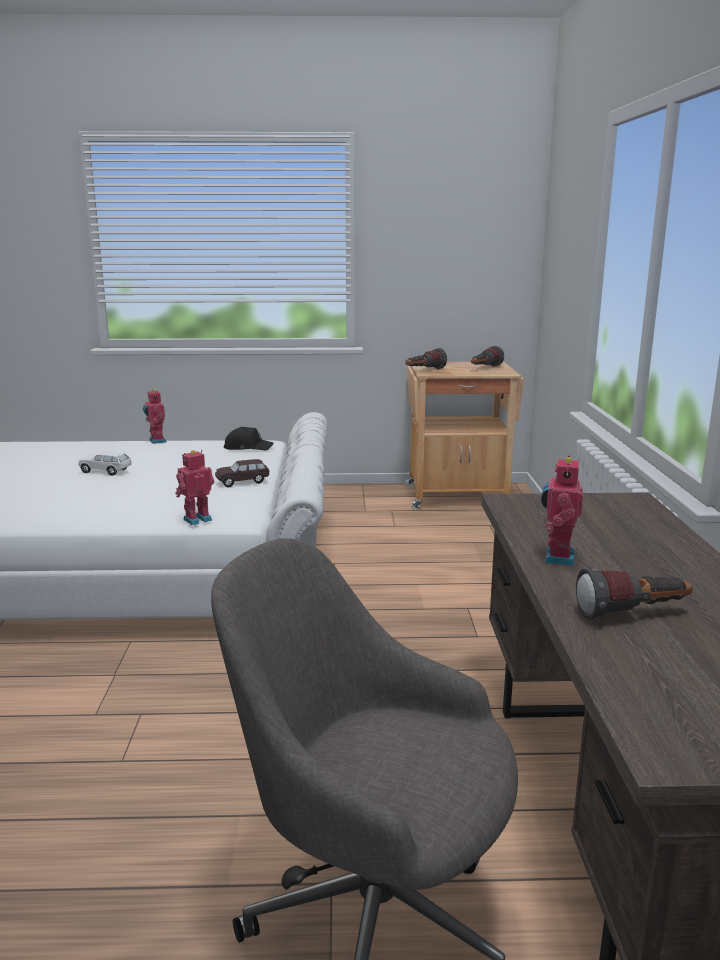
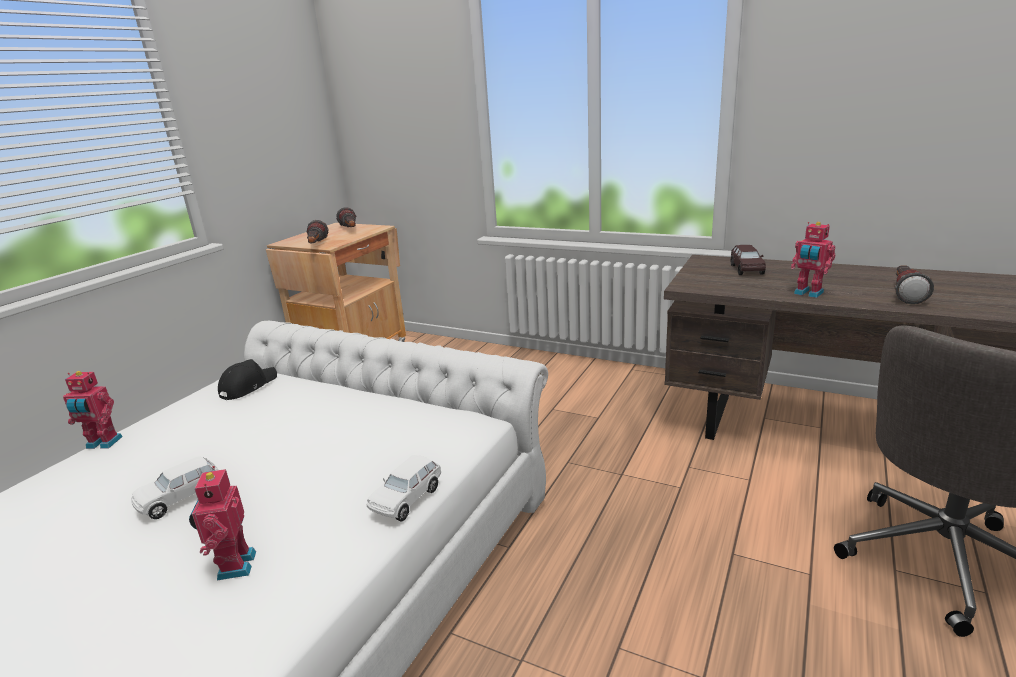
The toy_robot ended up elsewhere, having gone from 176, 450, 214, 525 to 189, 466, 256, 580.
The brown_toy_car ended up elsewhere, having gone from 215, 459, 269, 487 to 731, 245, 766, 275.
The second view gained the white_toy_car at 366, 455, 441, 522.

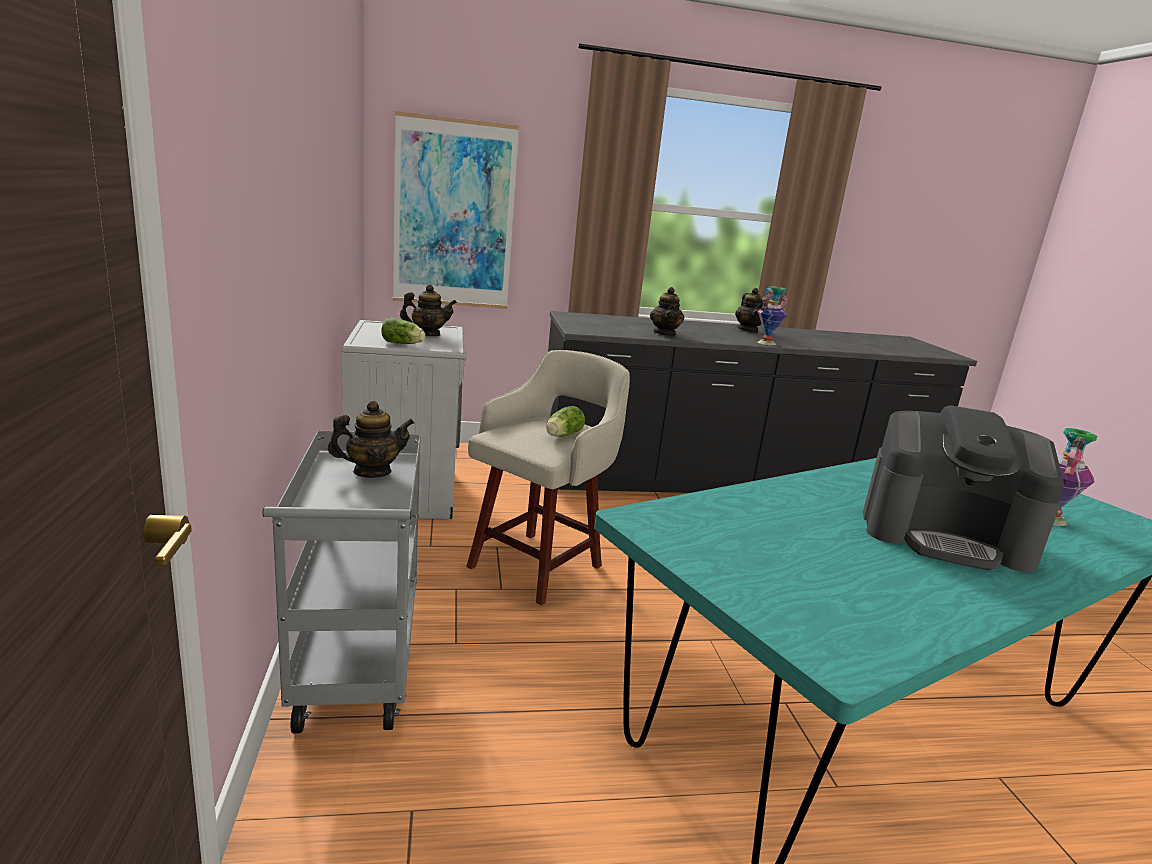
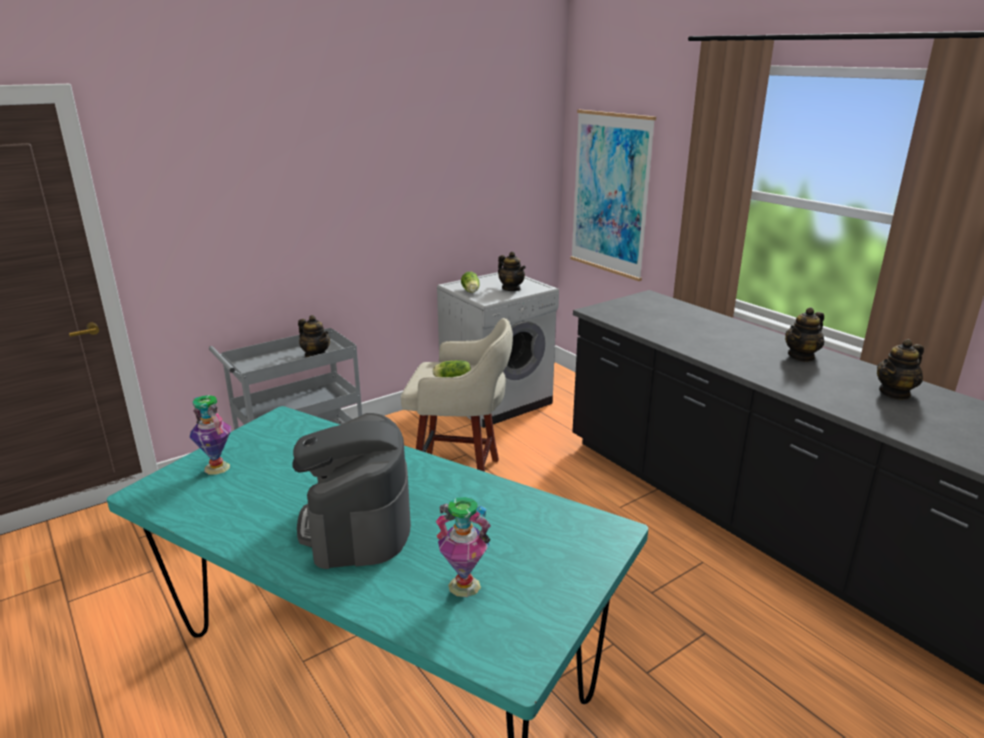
The teapot ended up elsewhere, having gone from 650, 287, 684, 336 to 877, 339, 924, 400.
The vase ended up elsewhere, having gone from 758, 286, 788, 345 to 189, 395, 231, 475.

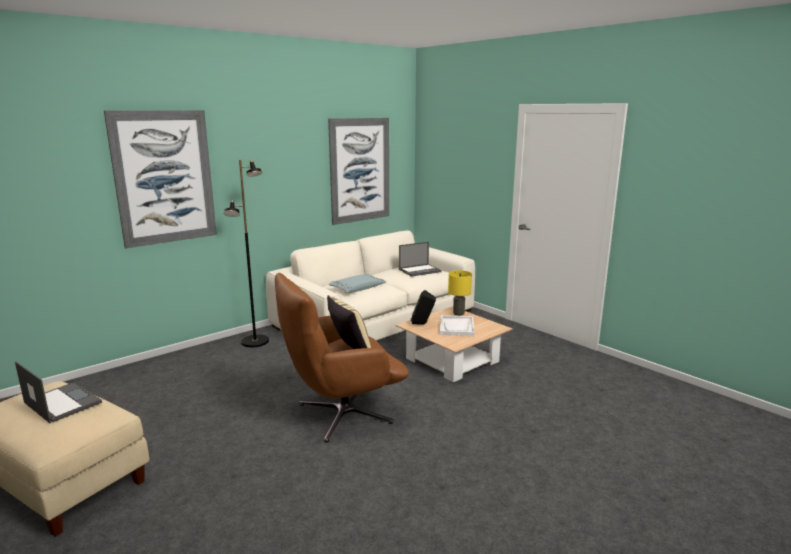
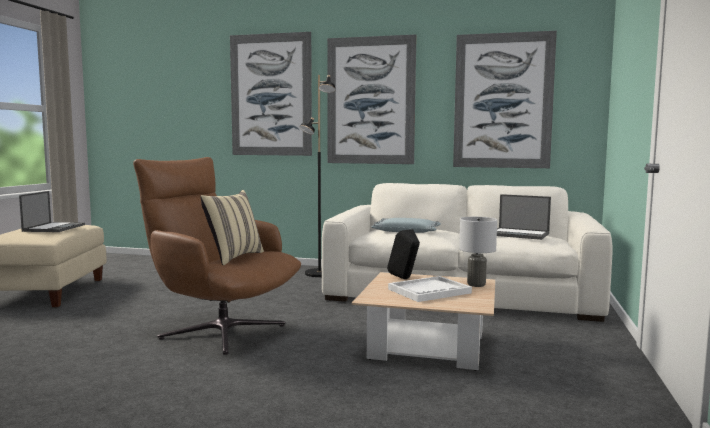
What was the yellow_table_lamp at 448, 270, 472, 316 turned into the white_table_lamp at 459, 217, 497, 287.
The second view gained the picture at 327, 34, 416, 164.

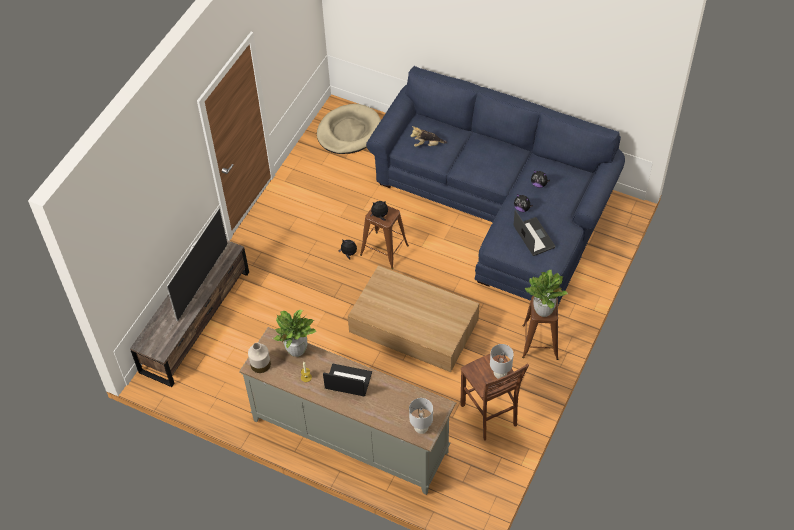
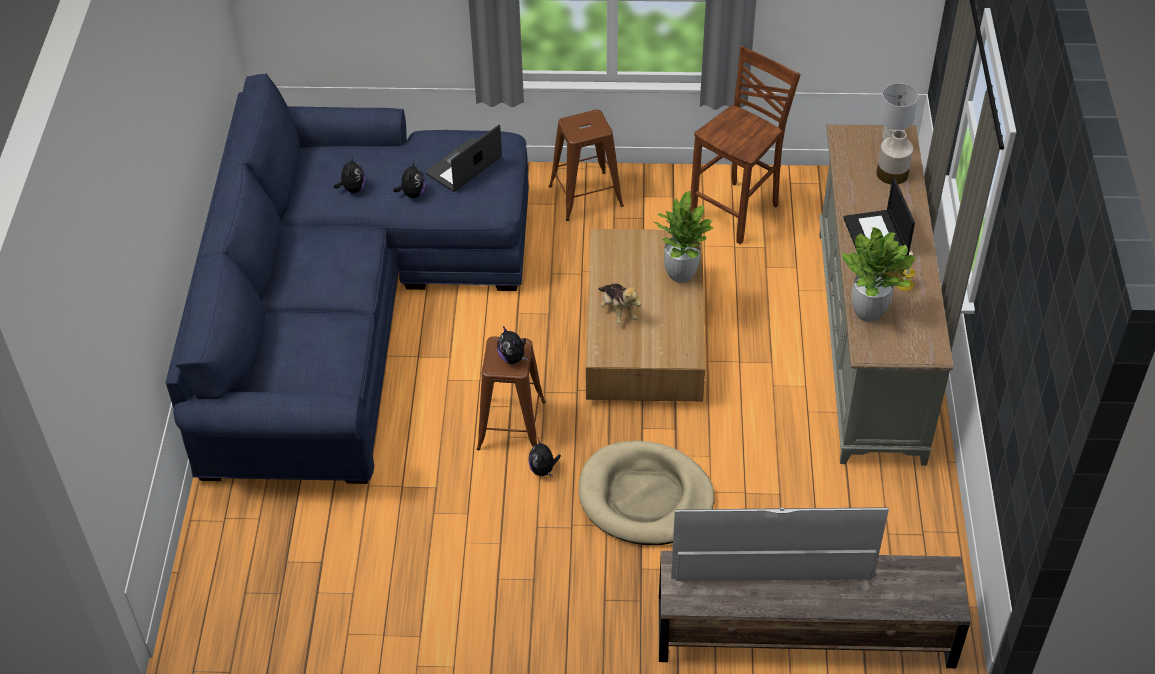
The beige_vase ended up elsewhere, having gone from 248, 343, 271, 373 to 876, 130, 913, 184.
The beige_dog_bed ended up elsewhere, having gone from 317, 104, 381, 154 to 579, 441, 714, 545.
The plush_toy ended up elsewhere, having gone from 410, 126, 447, 147 to 598, 283, 641, 324.
The second view lost the grey_table_lamp at 490, 344, 514, 379.
The potted_plant ended up elsewhere, having gone from 525, 270, 568, 317 to 650, 191, 713, 283.

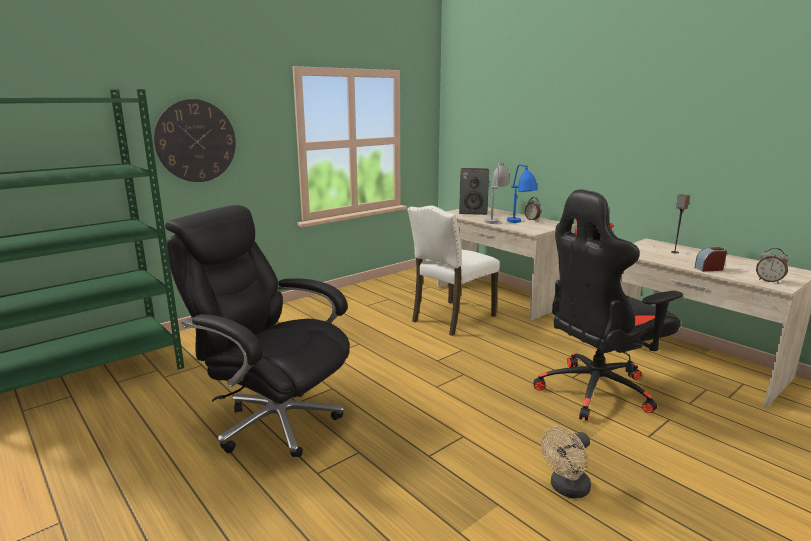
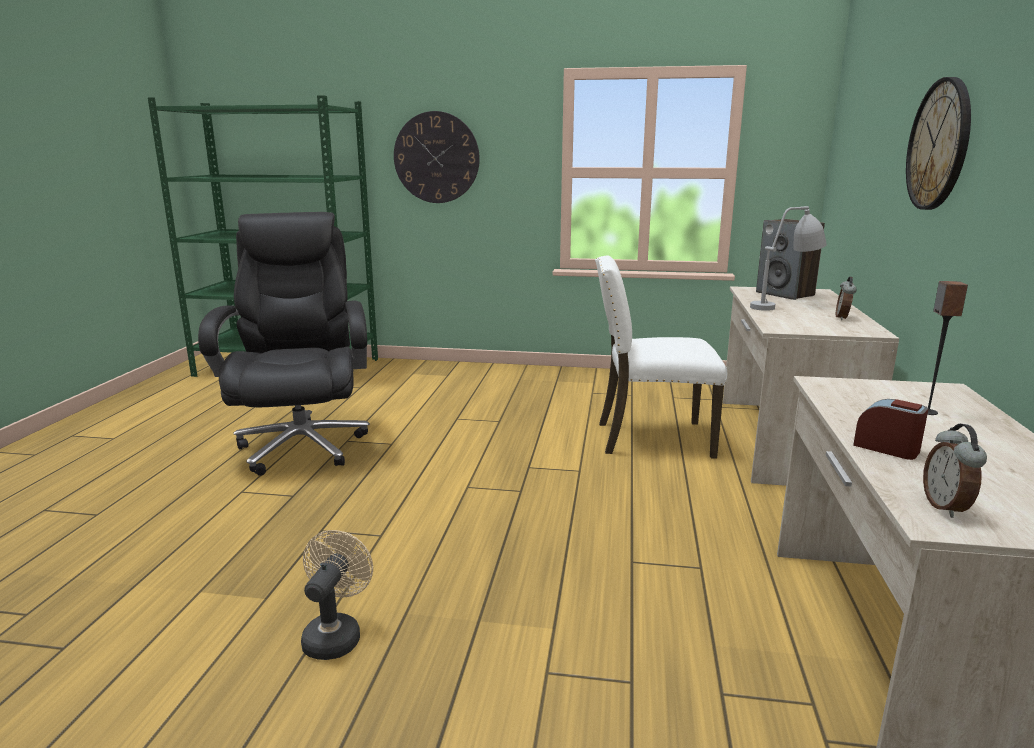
The second view lost the blue_table_lamp at 507, 164, 538, 223.
The second view lost the black_office_chair at 533, 189, 683, 421.
The beige_fan at 541, 426, 591, 498 ended up facing another way, 90 degrees clockwise from before.
The second view gained the wall_clock at 906, 77, 971, 210.

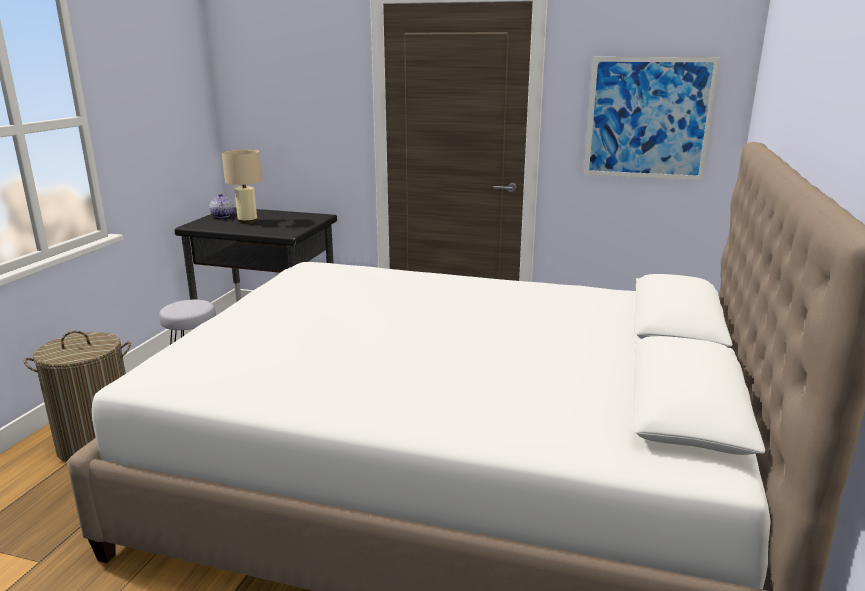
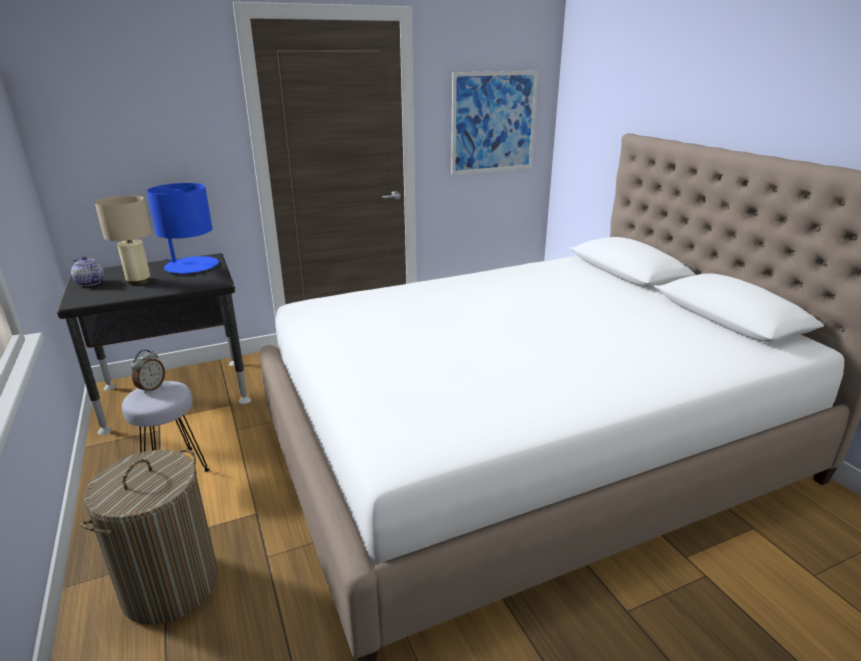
The second view gained the alarm_clock at 131, 350, 165, 394.
The second view gained the blue_table_lamp at 147, 183, 219, 275.

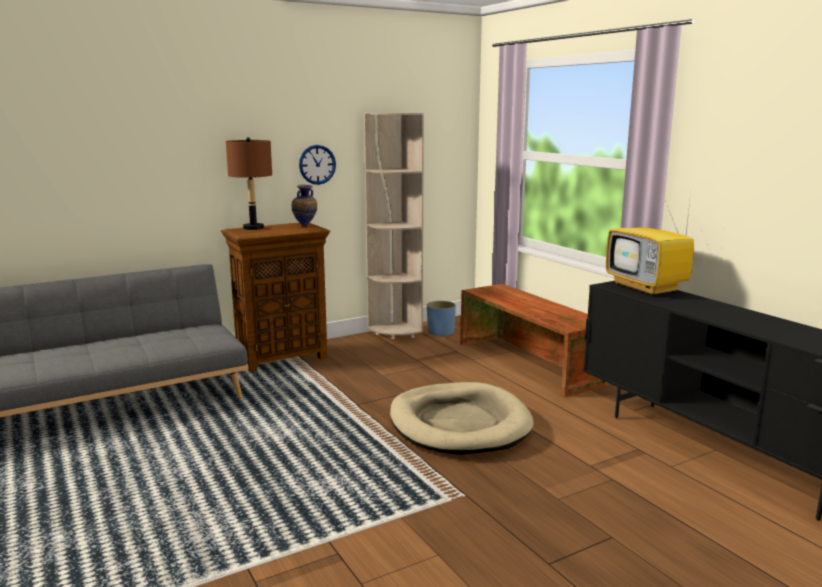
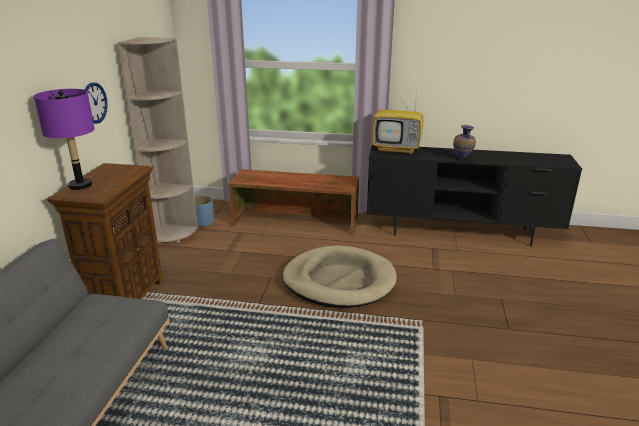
What was the brown_table_lamp at 226, 137, 272, 230 turned into the purple_table_lamp at 34, 89, 95, 190.
The vase ended up elsewhere, having gone from 292, 184, 317, 226 to 453, 125, 476, 159.

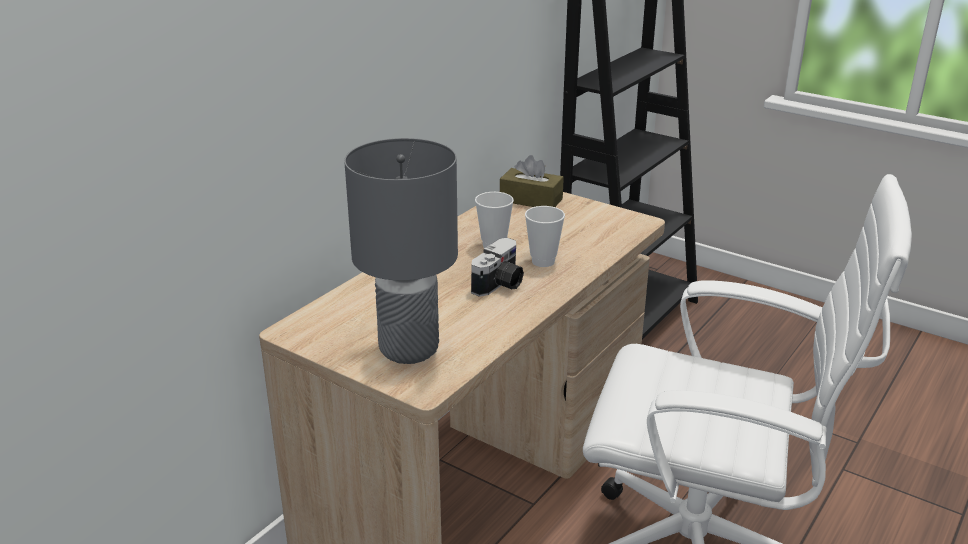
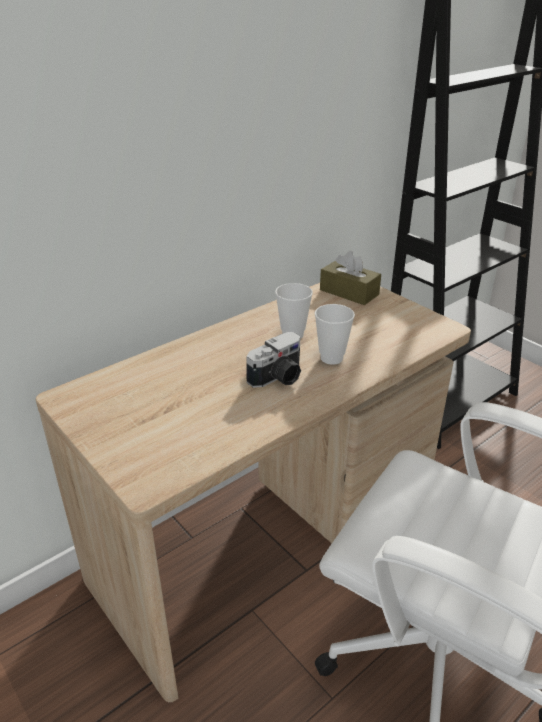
The second view lost the grey_table_lamp at 344, 138, 458, 364.

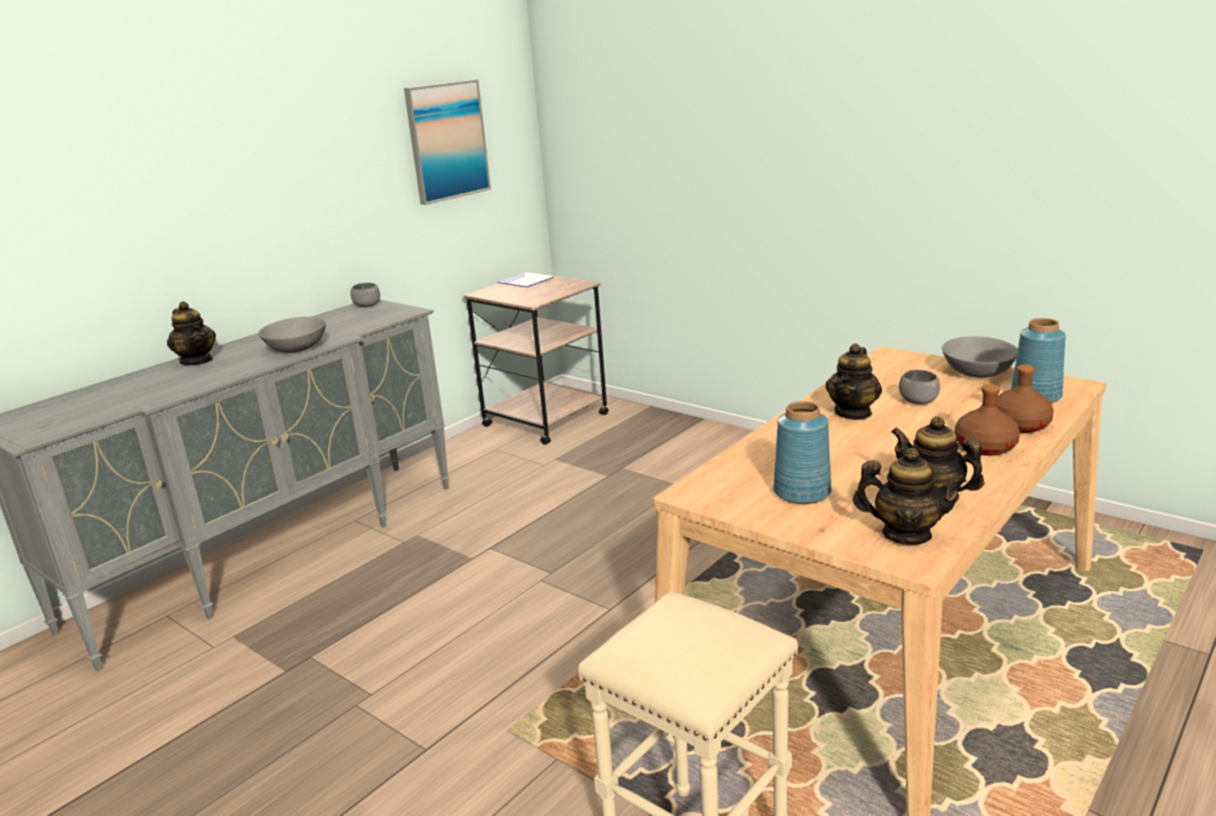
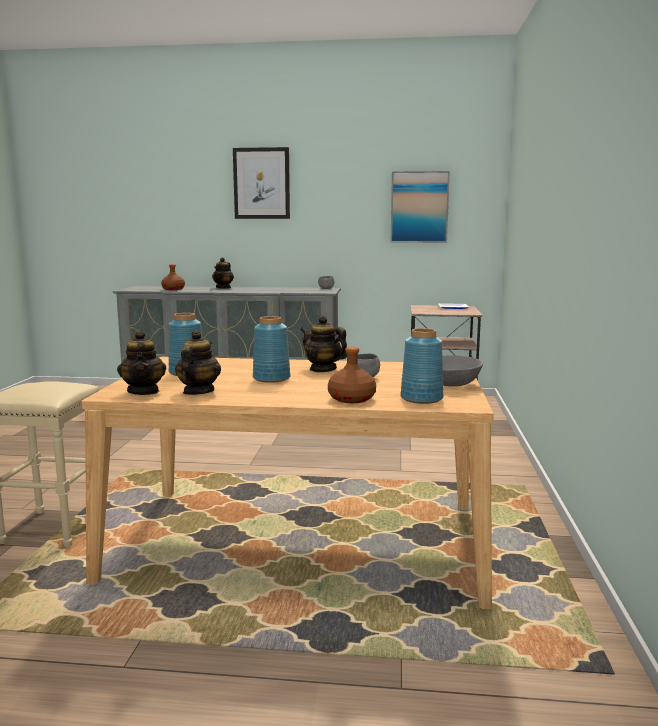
The second view lost the grey_bowl at 258, 317, 326, 353.
The teapot at 826, 343, 882, 420 ended up facing another way, 45 degrees clockwise from before.
The brown_bottle ended up elsewhere, having gone from 955, 384, 1020, 456 to 161, 264, 185, 290.
The second view gained the picture at 233, 147, 290, 219.
The second view gained the blue_vase at 253, 316, 290, 383.

